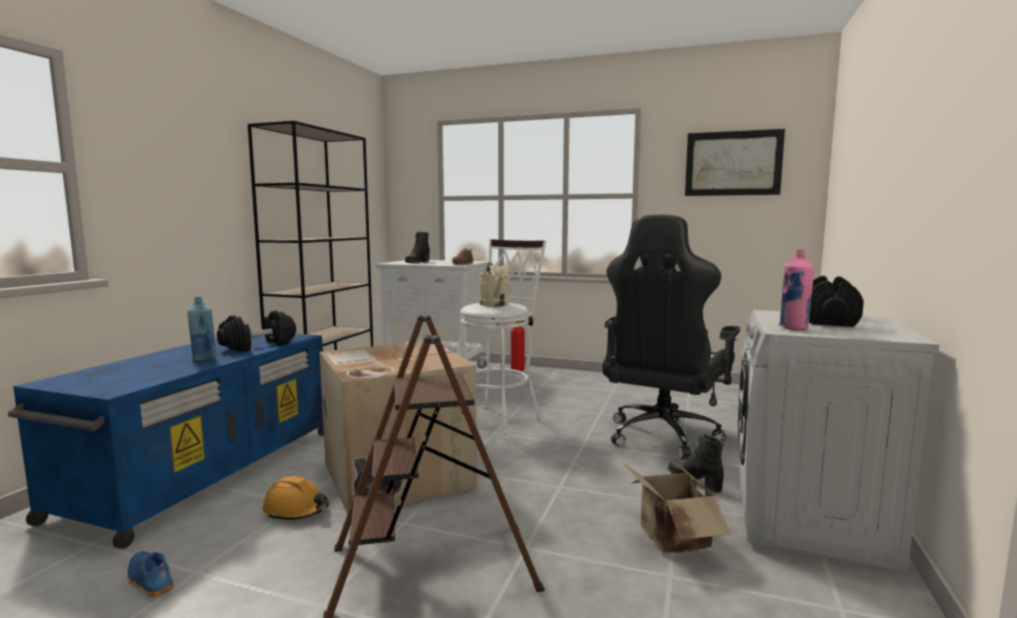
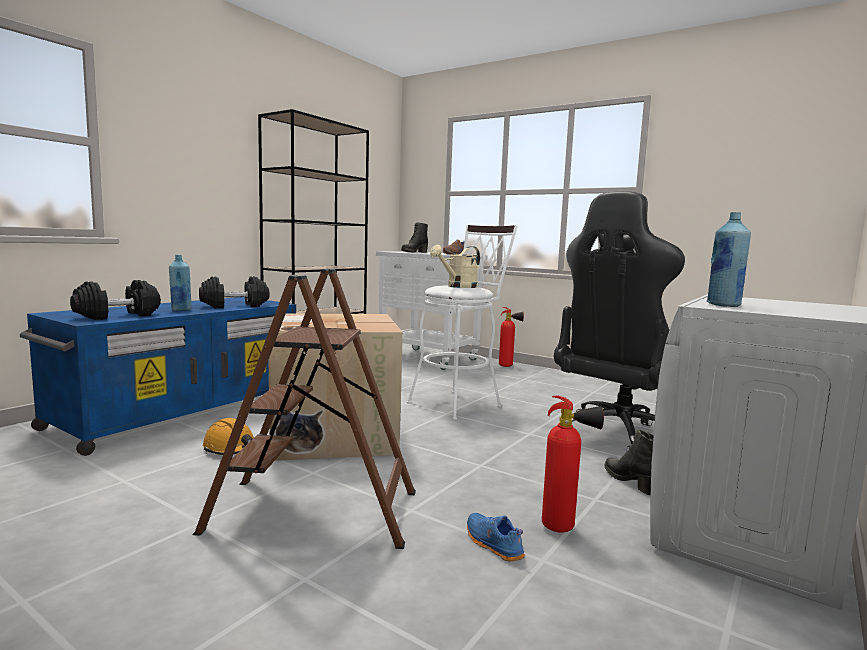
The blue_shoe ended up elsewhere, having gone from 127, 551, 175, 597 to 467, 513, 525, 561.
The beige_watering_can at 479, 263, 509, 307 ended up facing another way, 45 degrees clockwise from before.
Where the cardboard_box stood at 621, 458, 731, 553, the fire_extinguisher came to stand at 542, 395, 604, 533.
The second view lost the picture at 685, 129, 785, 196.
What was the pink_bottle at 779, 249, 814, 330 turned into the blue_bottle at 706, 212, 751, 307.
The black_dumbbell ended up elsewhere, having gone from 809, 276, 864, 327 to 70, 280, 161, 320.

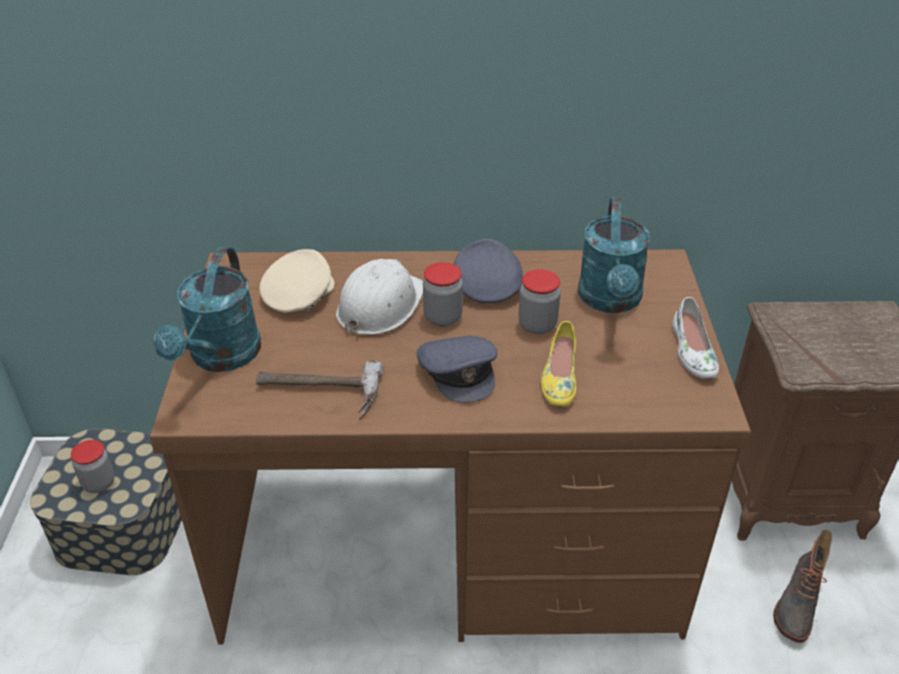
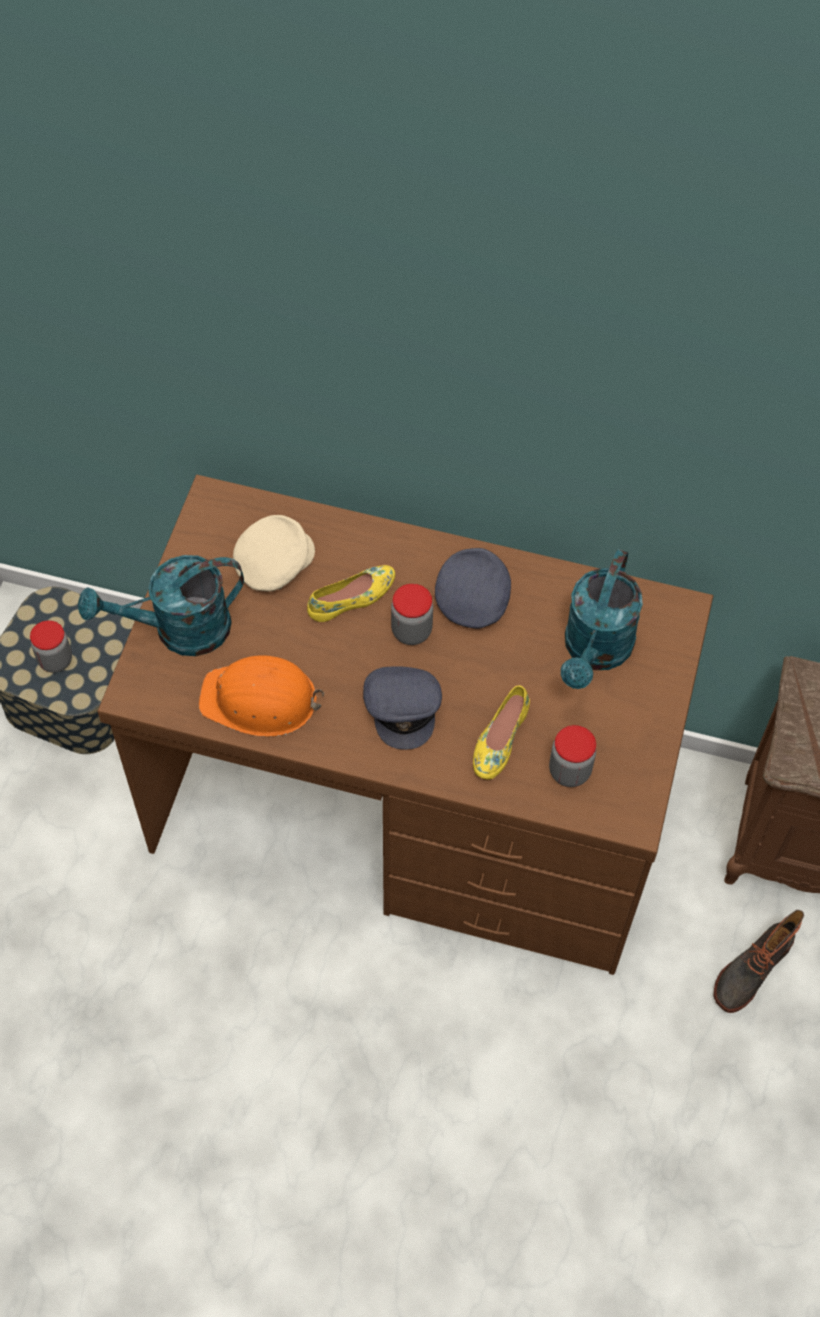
The turquoise_watering_can at 153, 247, 261, 372 ended up facing another way, 45 degrees clockwise from before.
Where the hammer stood at 256, 360, 384, 421, the orange_hard_hat came to stand at 199, 655, 325, 737.
Where the white_hard_hat stood at 336, 259, 423, 336, the yellow_shoe came to stand at 307, 565, 395, 622.
The jar ended up elsewhere, having gone from 519, 270, 561, 334 to 549, 725, 596, 787.
The second view lost the white_shoe at 672, 297, 719, 379.

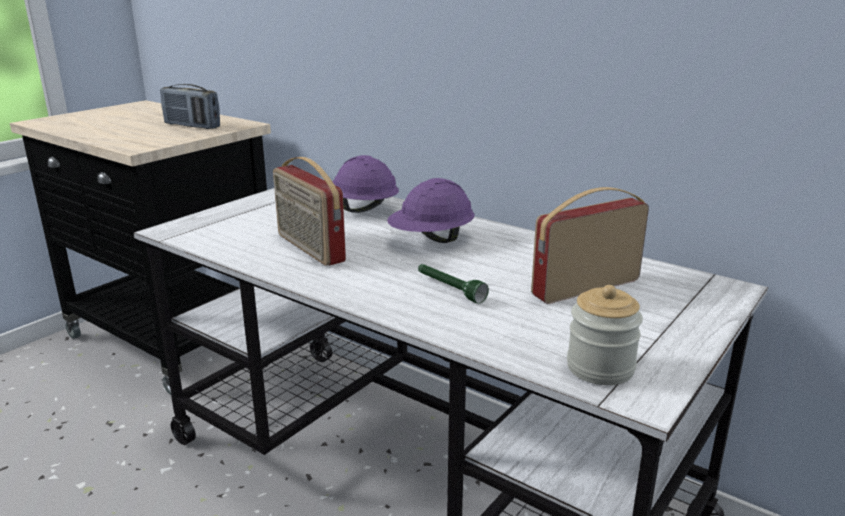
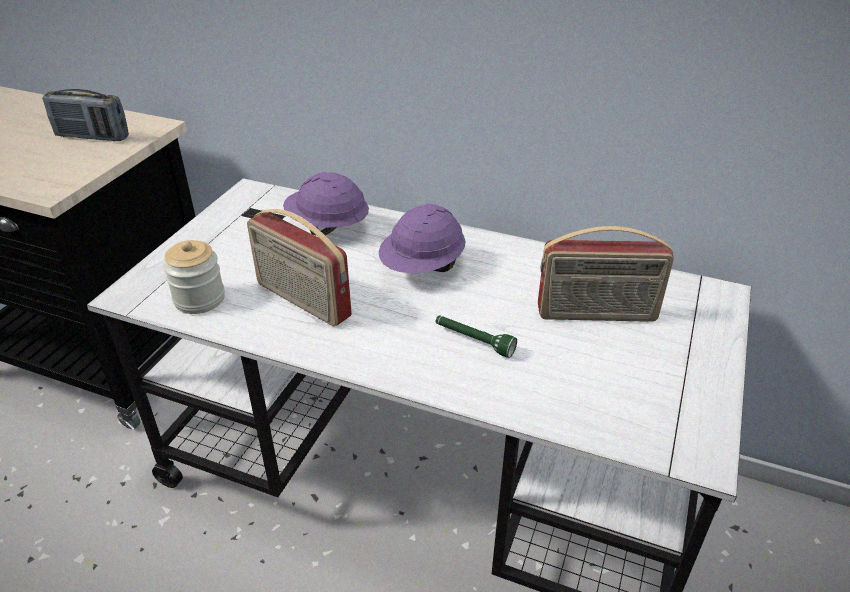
The radio at 531, 187, 649, 304 ended up facing another way, 135 degrees counterclockwise from before.
The jar ended up elsewhere, having gone from 567, 285, 643, 385 to 163, 240, 225, 314.

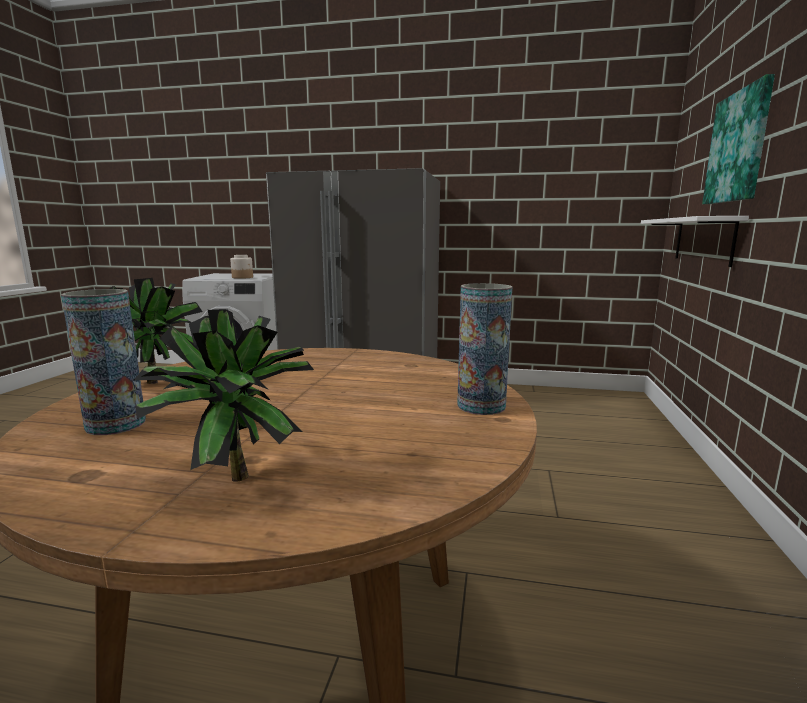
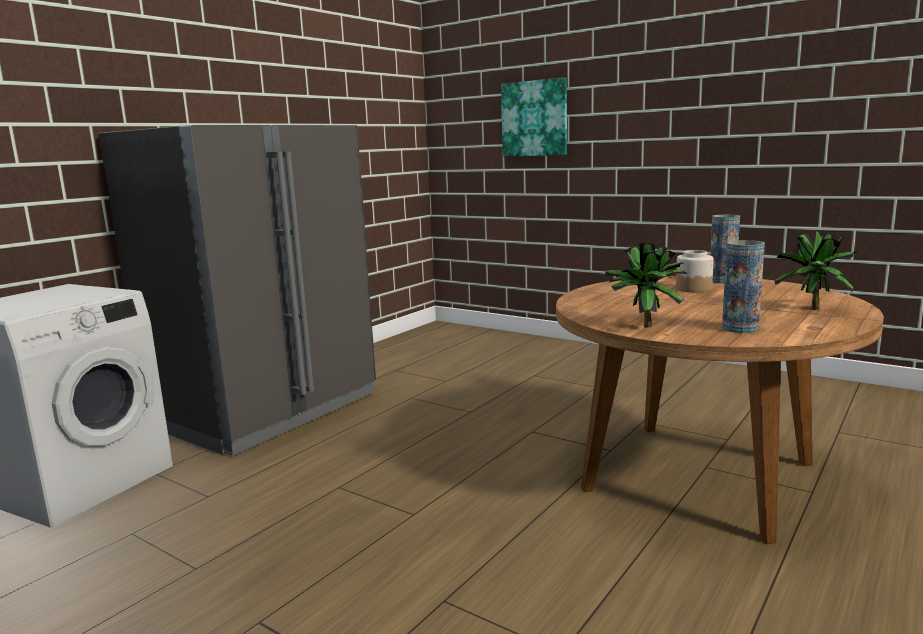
The jar ended up elsewhere, having gone from 230, 255, 253, 279 to 676, 250, 714, 292.
The second view lost the white_shelf at 641, 216, 749, 267.

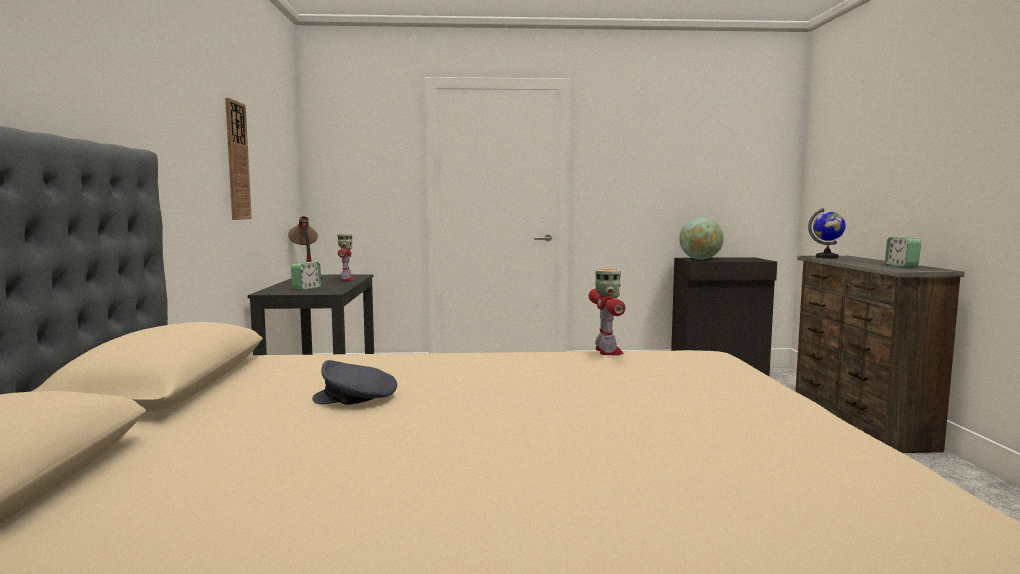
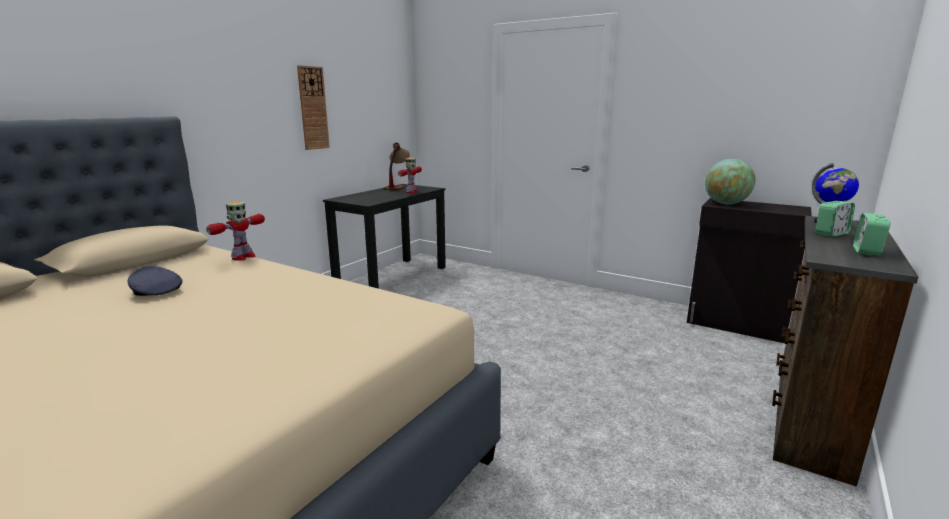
The alarm_clock ended up elsewhere, having gone from 291, 262, 322, 290 to 816, 201, 855, 237.
The toy_robot ended up elsewhere, having gone from 589, 269, 625, 355 to 206, 202, 265, 261.

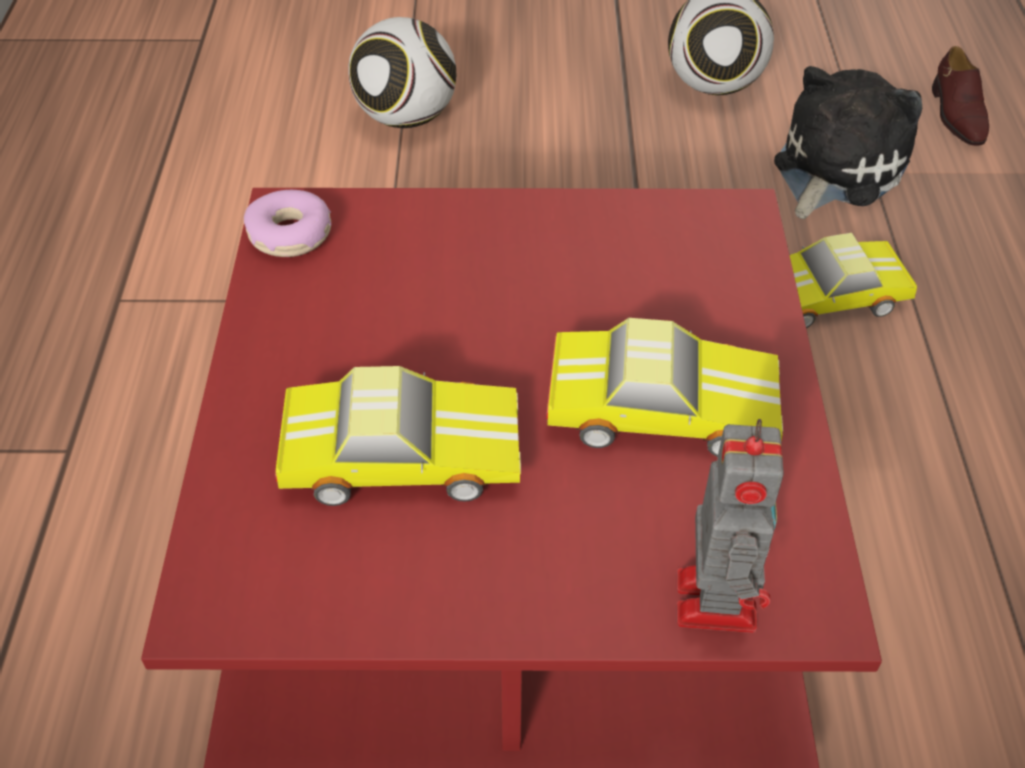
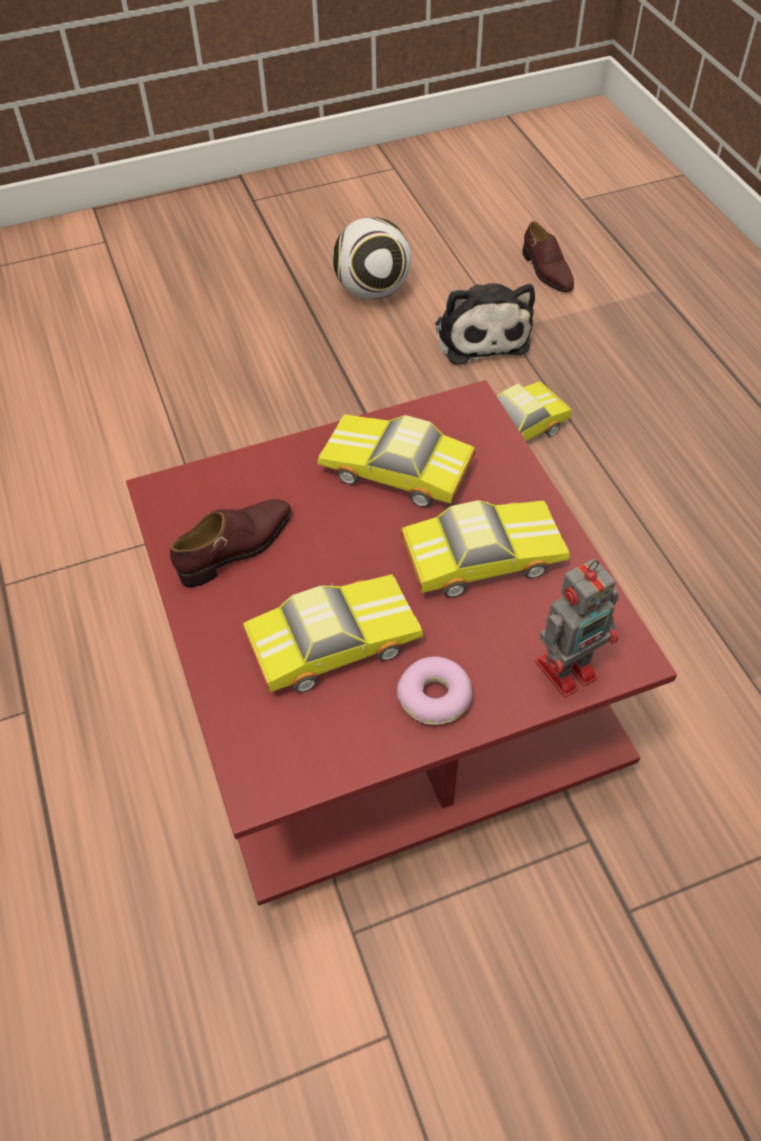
The donut ended up elsewhere, having gone from 244, 190, 331, 257 to 397, 656, 473, 725.
The second view lost the football at 348, 17, 457, 128.
The toy_robot at 677, 419, 784, 633 ended up facing another way, 75 degrees clockwise from before.
The plush_toy at 774, 66, 922, 219 ended up facing another way, 150 degrees clockwise from before.
The second view gained the brown_shoe at 170, 499, 292, 587.
The second view gained the toy_car at 318, 414, 475, 507.

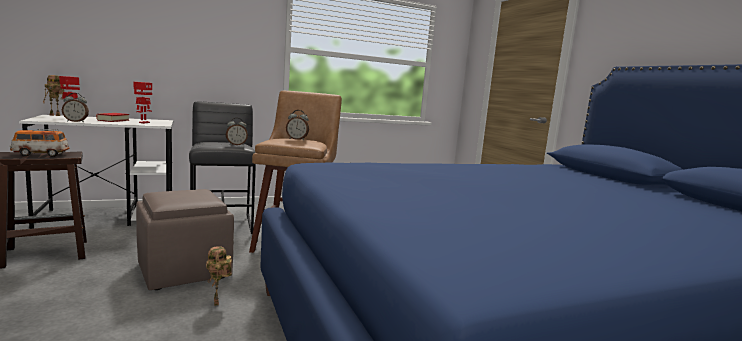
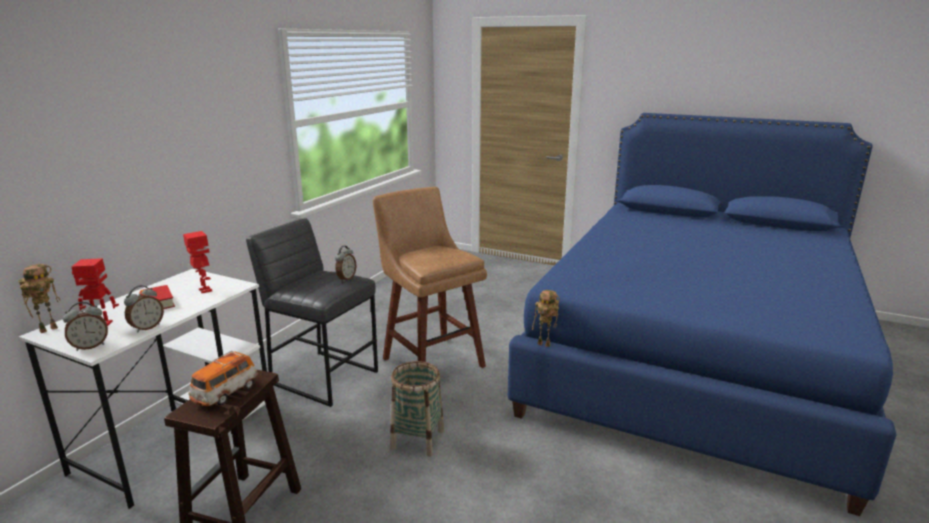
Where the brown_ottoman stood at 136, 189, 234, 290, the basket came to stand at 390, 361, 444, 456.
The toy_robot ended up elsewhere, having gone from 206, 246, 232, 306 to 532, 290, 560, 347.
The alarm_clock ended up elsewhere, having gone from 286, 110, 309, 140 to 63, 302, 108, 351.

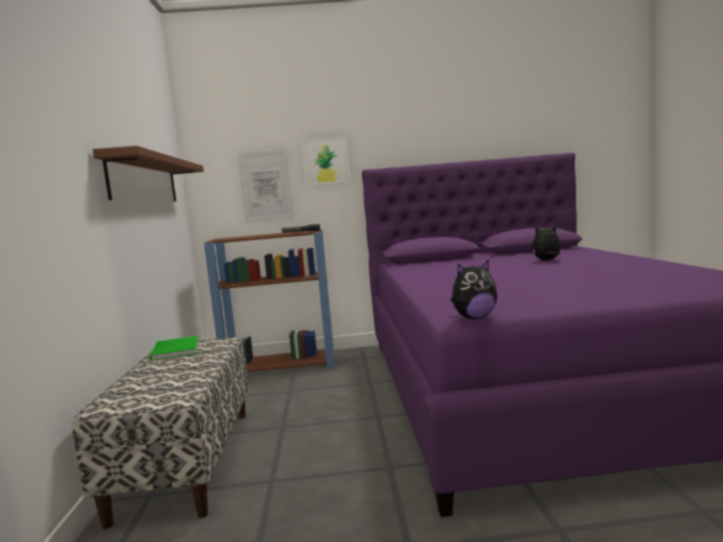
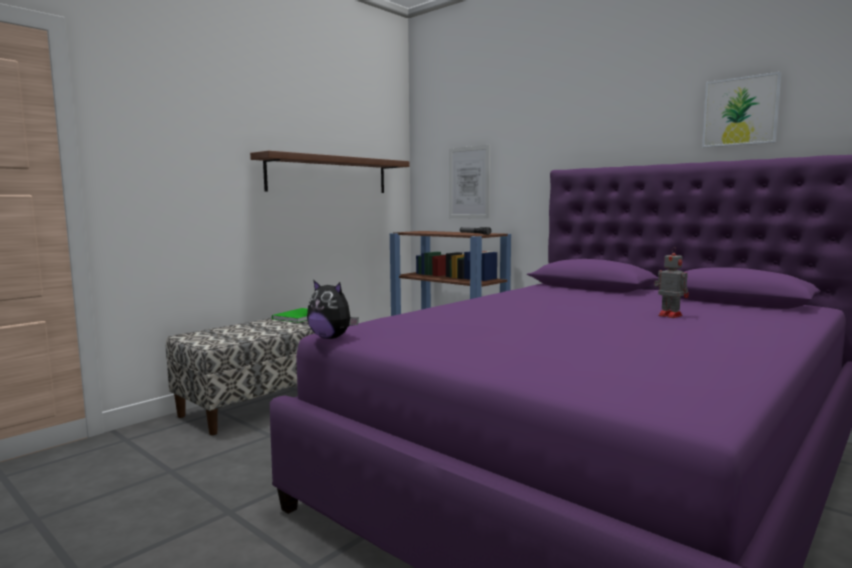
The picture ended up elsewhere, having gone from 301, 136, 350, 186 to 702, 72, 782, 148.
Where the plush_toy stood at 532, 225, 561, 260, the toy_robot came to stand at 654, 247, 689, 318.

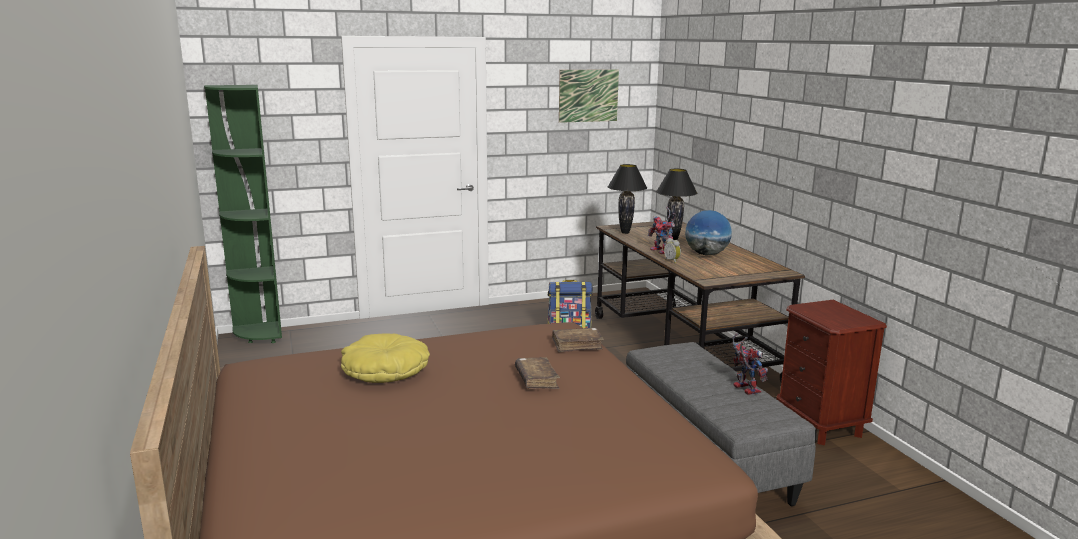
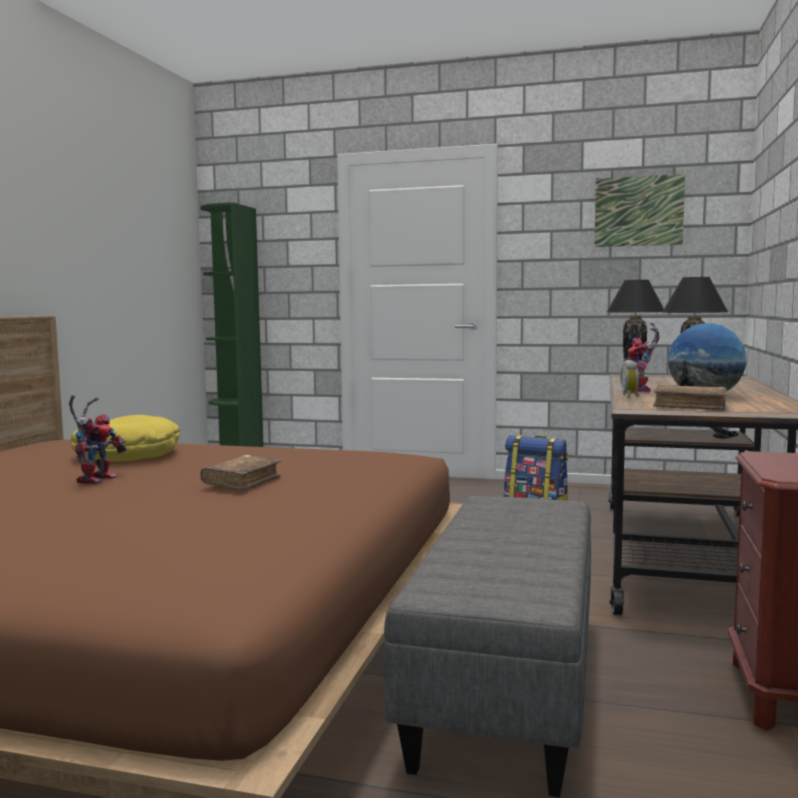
The brown_book ended up elsewhere, having gone from 552, 328, 604, 352 to 653, 385, 727, 411.
The toy_robot ended up elsewhere, having gone from 732, 333, 768, 395 to 69, 395, 127, 485.

